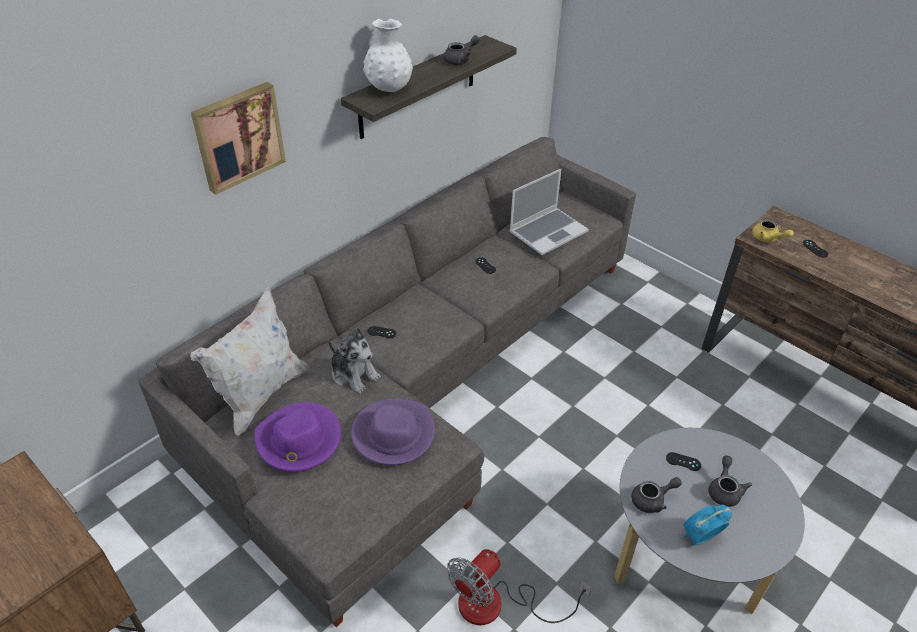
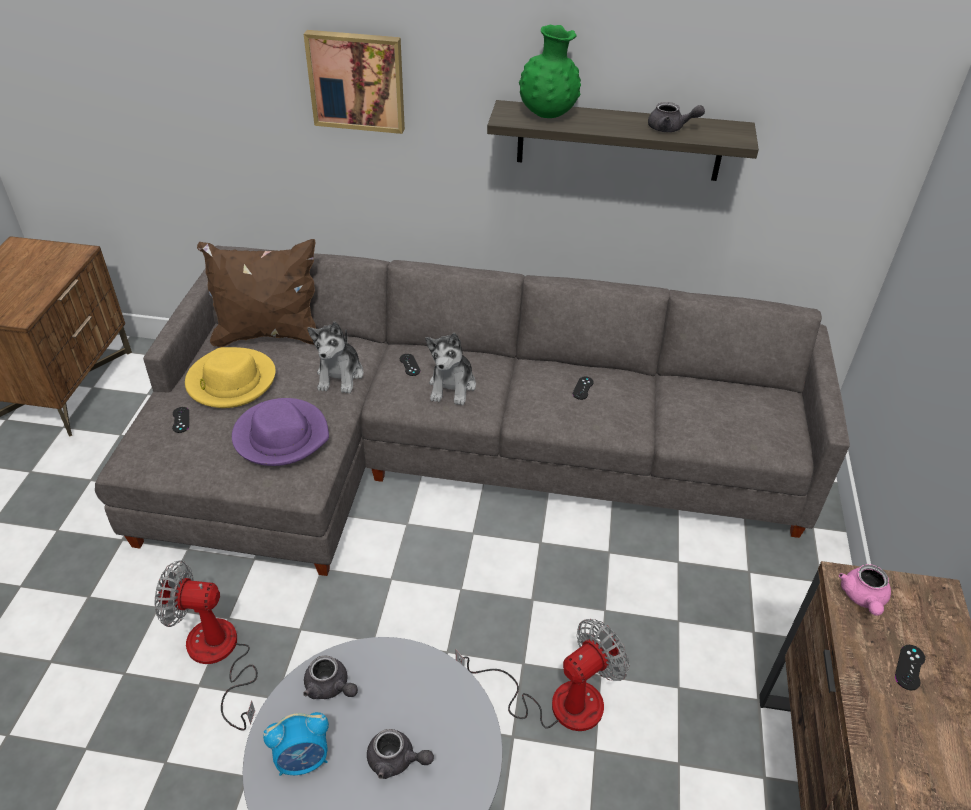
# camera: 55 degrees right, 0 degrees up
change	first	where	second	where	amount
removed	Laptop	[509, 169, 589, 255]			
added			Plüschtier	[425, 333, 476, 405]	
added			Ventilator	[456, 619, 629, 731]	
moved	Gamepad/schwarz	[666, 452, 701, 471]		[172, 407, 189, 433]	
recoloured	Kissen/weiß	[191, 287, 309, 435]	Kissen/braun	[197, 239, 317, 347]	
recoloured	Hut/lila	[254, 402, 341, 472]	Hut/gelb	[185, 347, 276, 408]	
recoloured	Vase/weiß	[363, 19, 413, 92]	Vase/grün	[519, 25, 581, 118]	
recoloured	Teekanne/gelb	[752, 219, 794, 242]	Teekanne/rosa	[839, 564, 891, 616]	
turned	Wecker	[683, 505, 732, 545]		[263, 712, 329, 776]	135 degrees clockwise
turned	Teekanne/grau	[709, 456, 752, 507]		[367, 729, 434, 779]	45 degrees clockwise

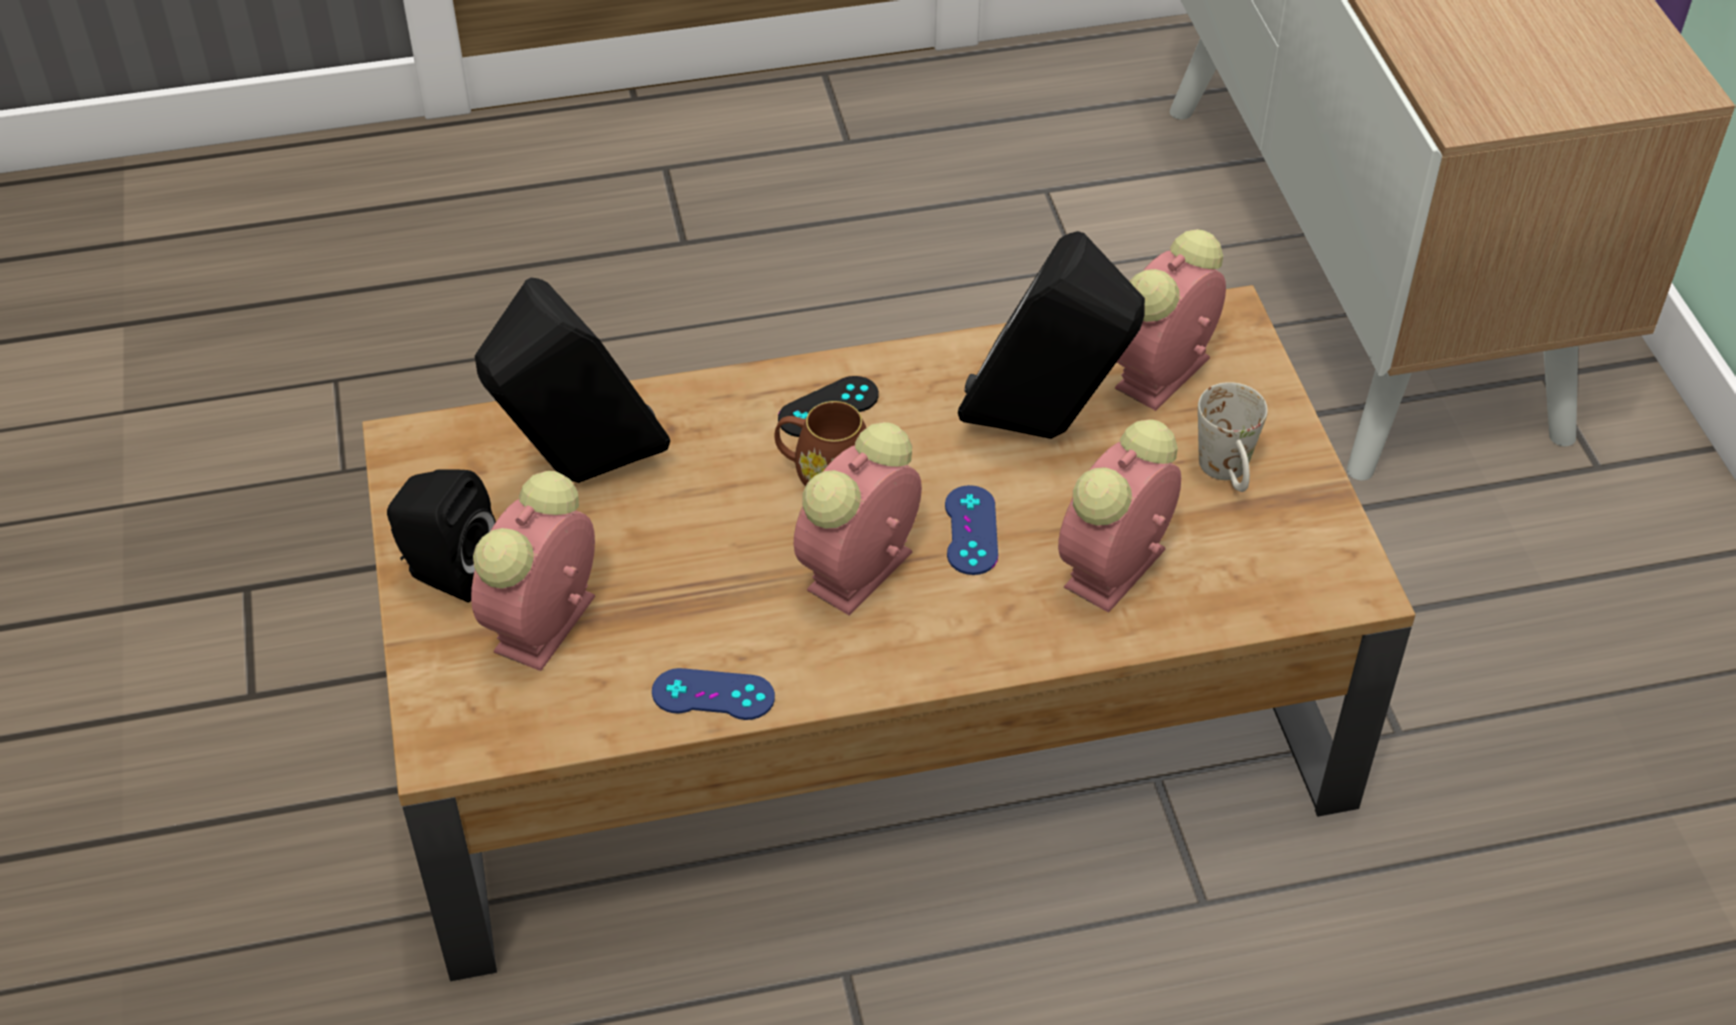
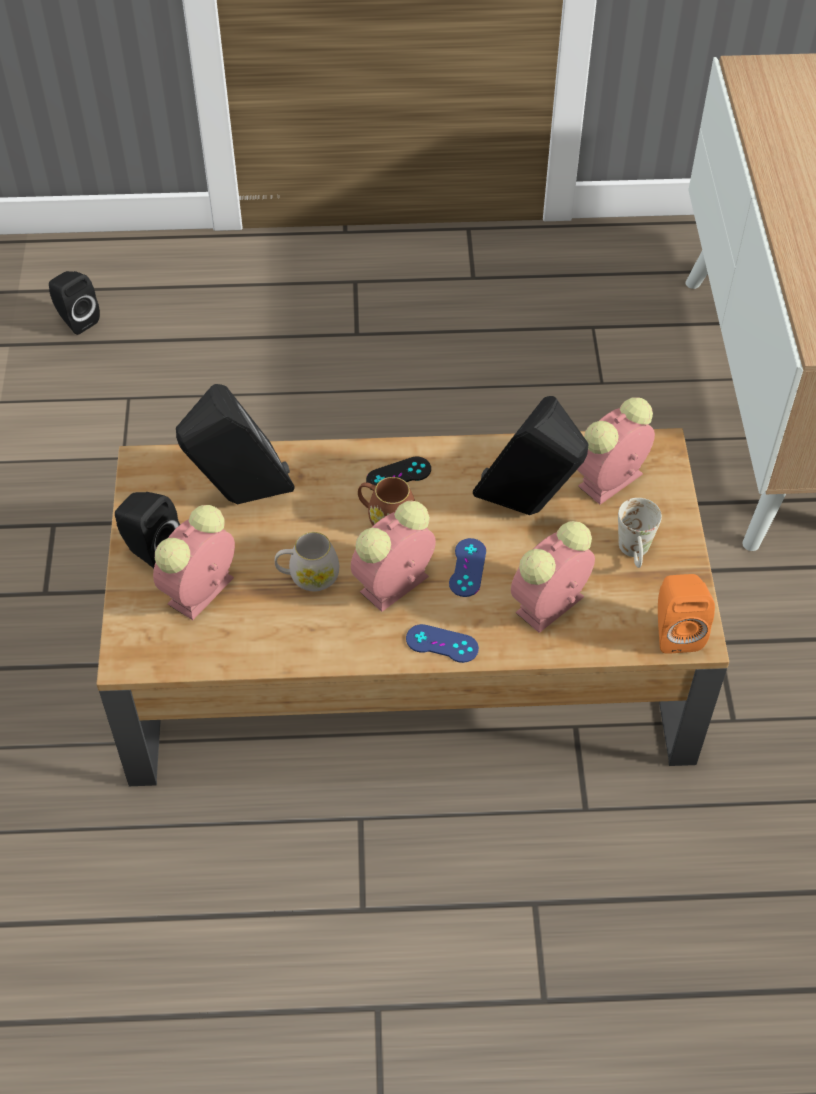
# camera: 10 degrees right, 5 degrees up
change	first	where	second	where	amount
added			Lautsprecher/schwarz	[49, 271, 100, 335]	
added			Henkelbecher/weiß	[275, 532, 339, 592]	
added			Lautsprecher/orange	[658, 574, 715, 654]	
moved	Gamepad/blau	[652, 668, 775, 720]		[406, 624, 479, 663]	

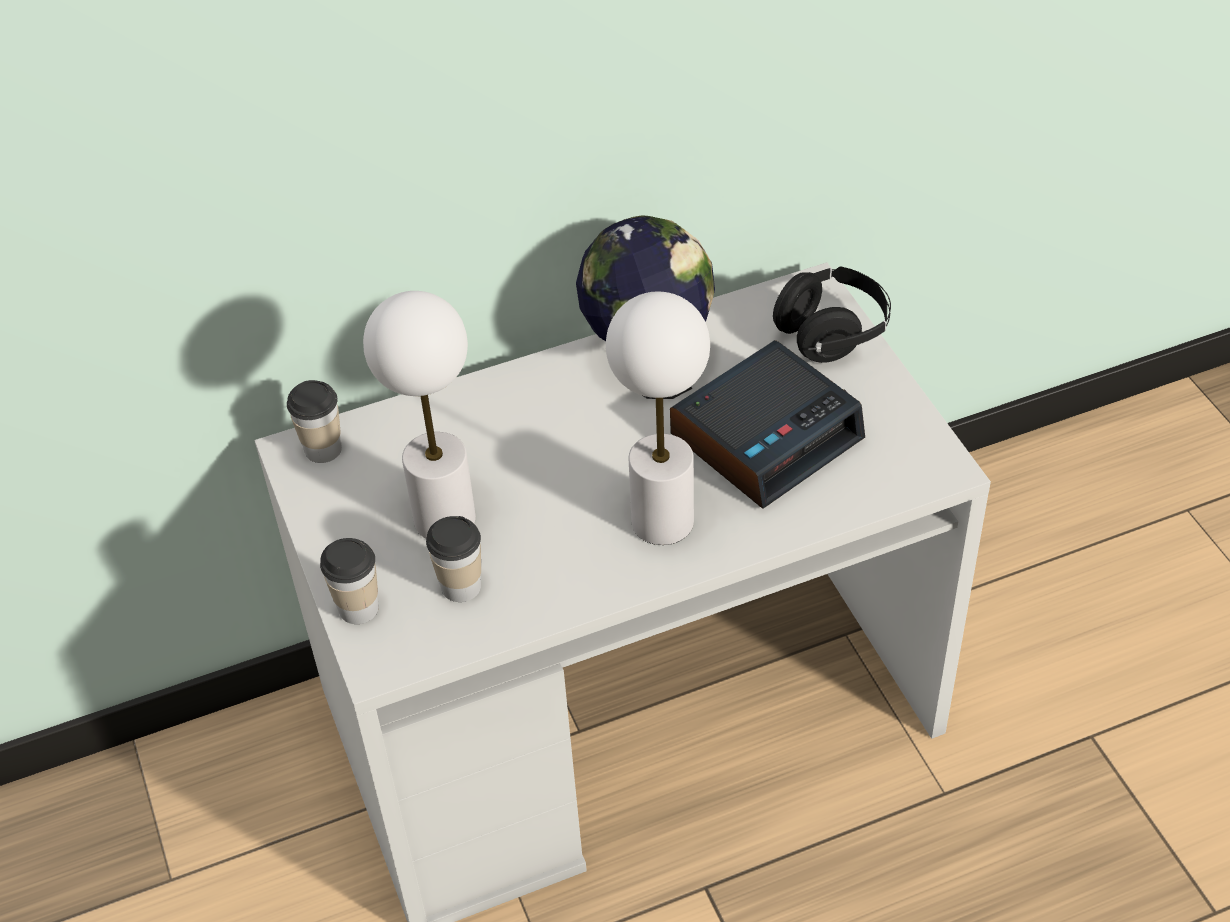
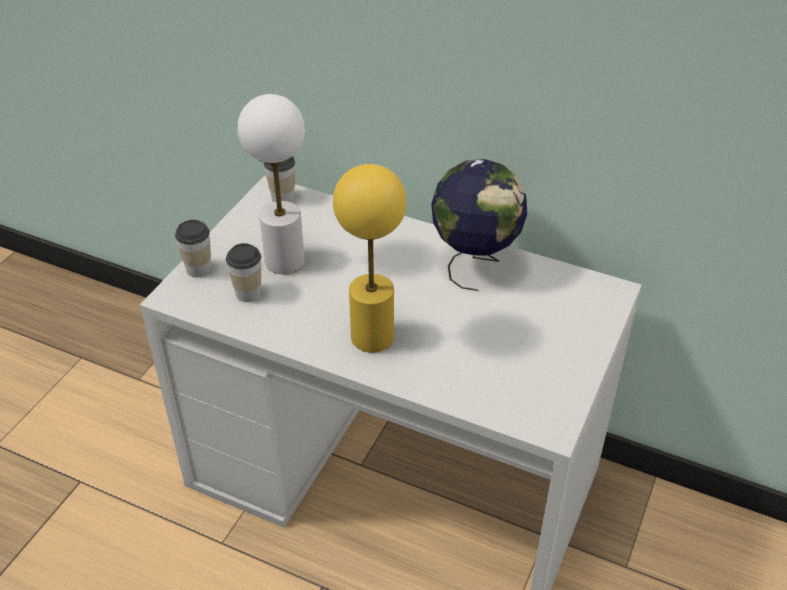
# camera: 45 degrees right, 5 degrees down
change	first	where	second	where	amount
removed	Wecker	[670, 340, 865, 509]			
removed	Kopfhörer/schwarz	[773, 266, 891, 363]			
recoloured	Tischlampe/weiß	[606, 291, 710, 545]	Tischlampe/gelb	[333, 164, 406, 353]	

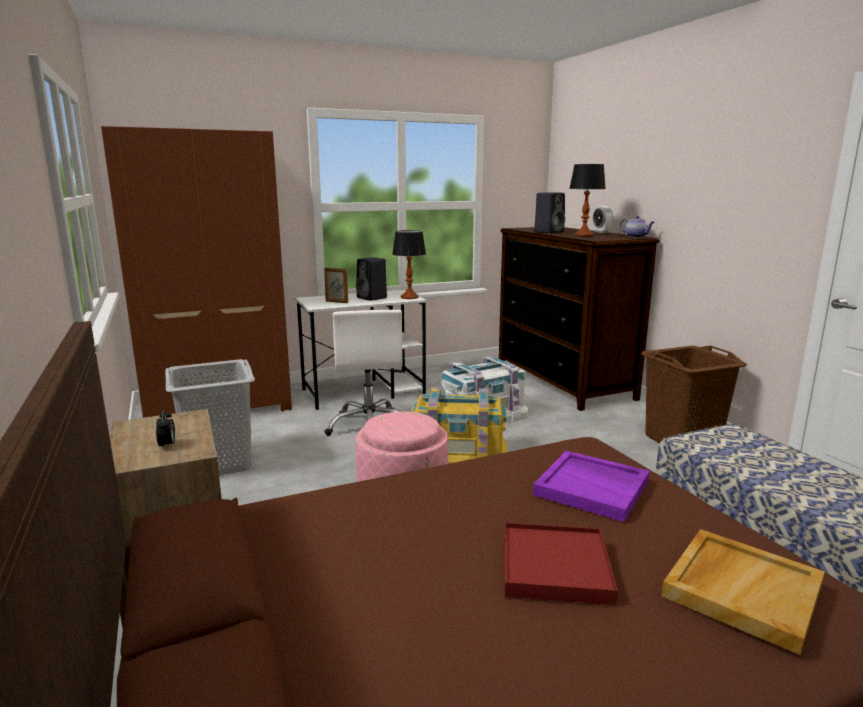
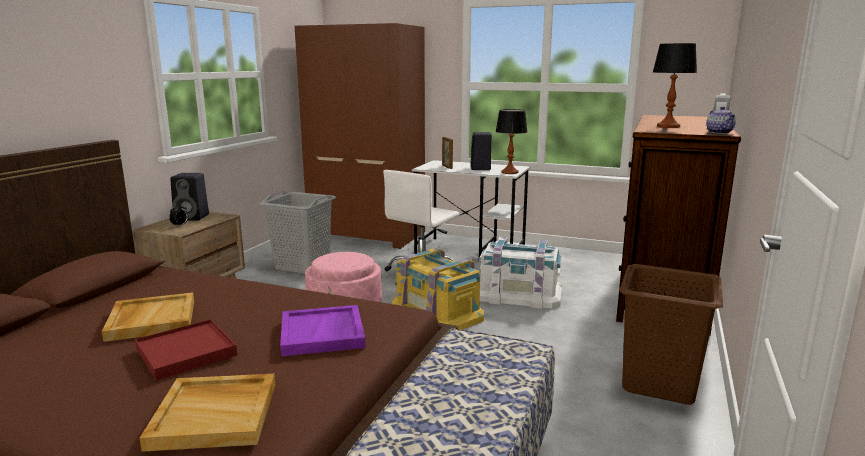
# camera: 45 degrees right, 0 degrees up
change	first	where	second	where	amount
added			Tablett/beige	[102, 292, 194, 342]	
moved	Lautsprecher/schwarz	[534, 192, 565, 233]		[170, 173, 209, 221]	

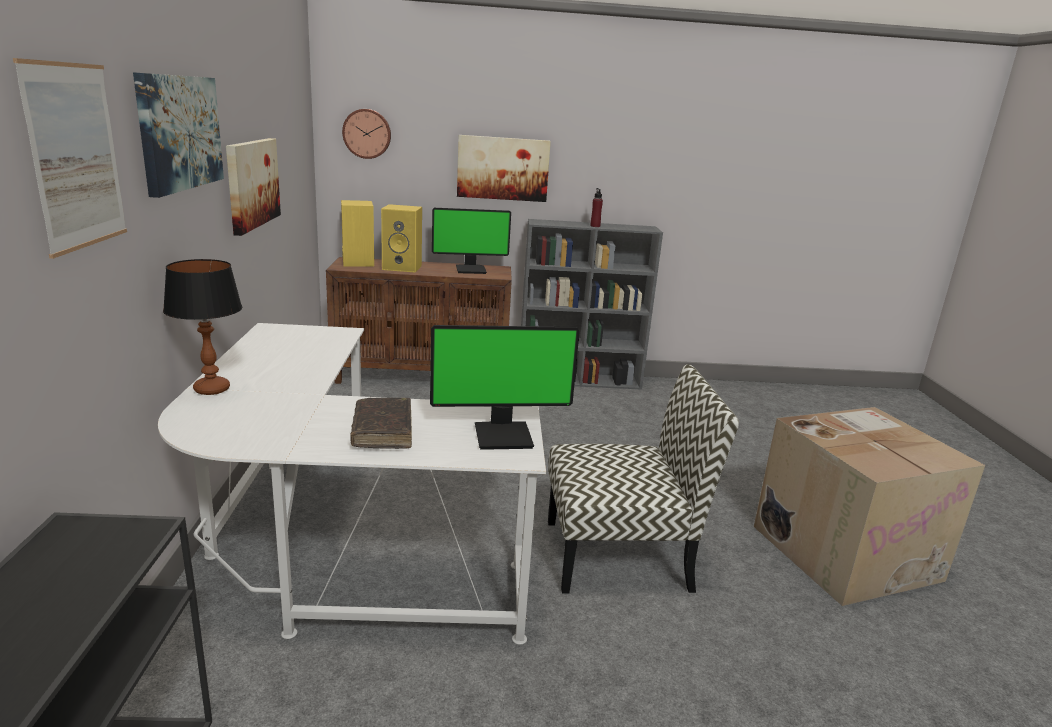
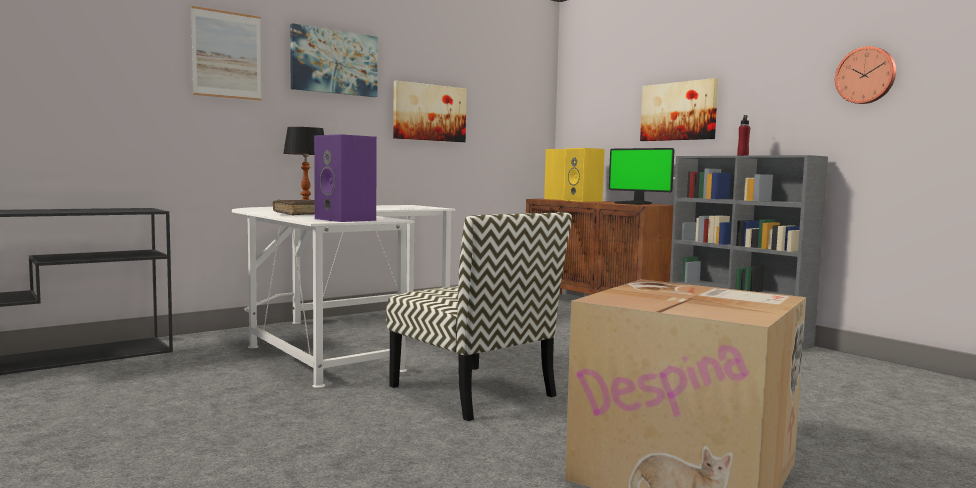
# camera: 55 degrees right, 15 degrees down
change	first	where	second	where	amount
moved	Wanduhr	[342, 109, 391, 159]		[835, 46, 896, 104]	
replaced	Monitor	[430, 325, 580, 450]	Lautsprecher/lila	[314, 134, 377, 222]	

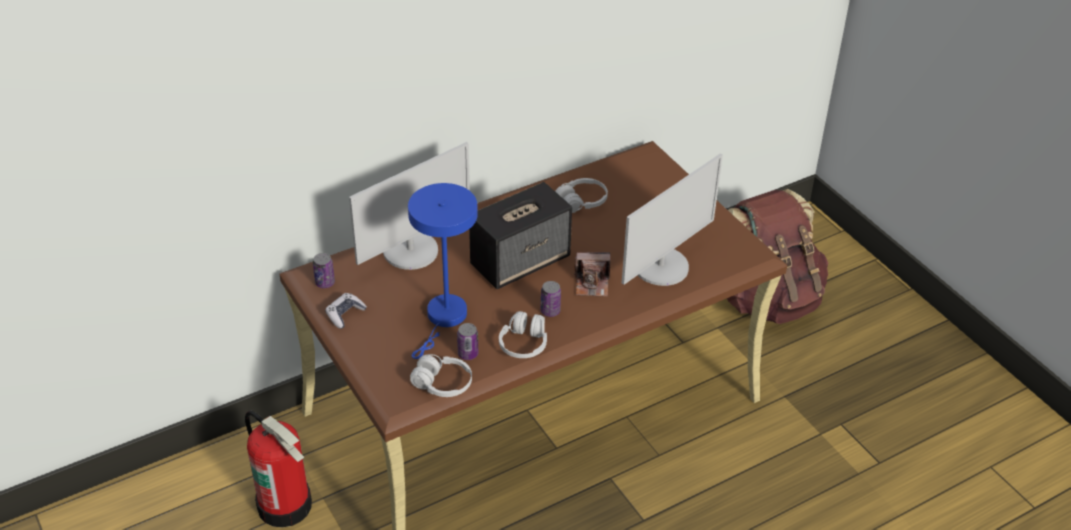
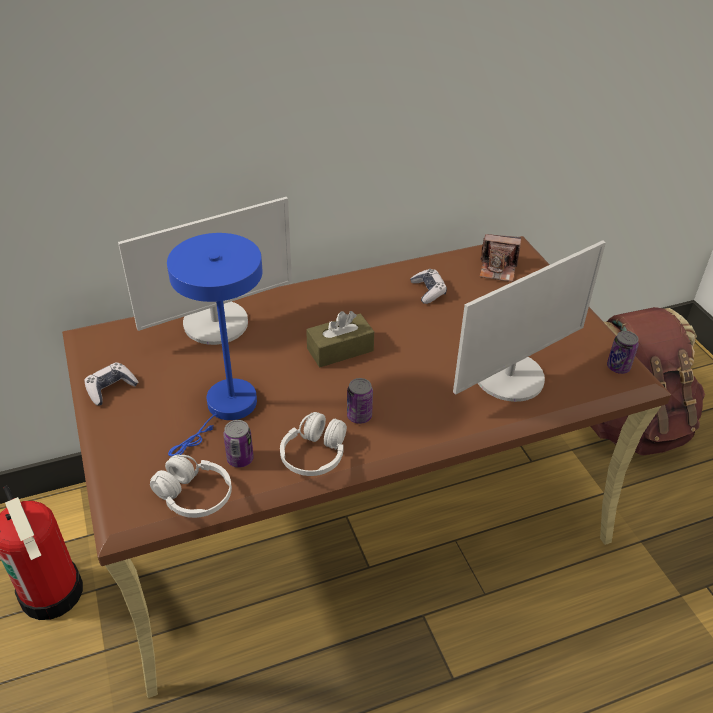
# camera: 10 degrees right, 0 degrees up
change	first	where	second	where	amount
moved	Dose	[313, 253, 335, 288]		[607, 331, 639, 374]	
moved	Kamera	[574, 252, 611, 297]		[479, 234, 521, 282]	
replaced	Lautsprecher	[469, 182, 572, 289]	Taschentuchbox/braun	[306, 311, 374, 367]	
replaced	Kopfhörer/weiß	[555, 178, 608, 213]	Gamepad	[410, 269, 447, 304]	

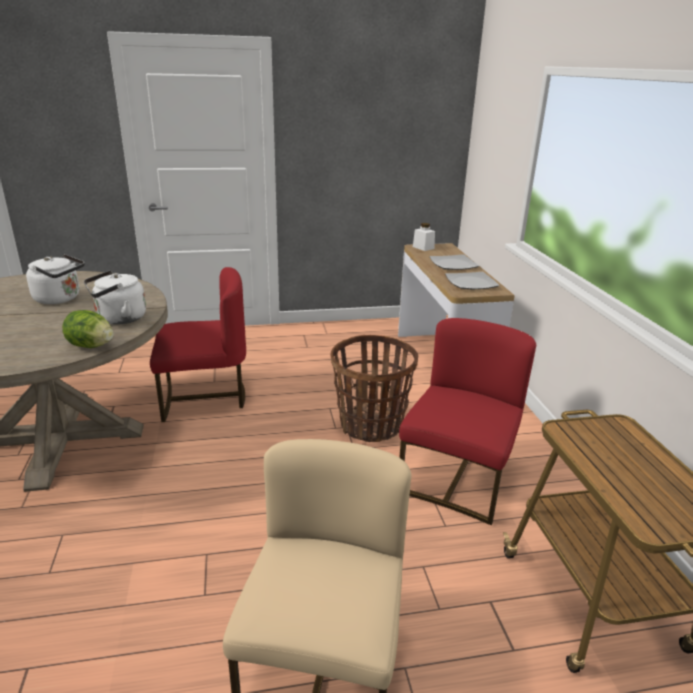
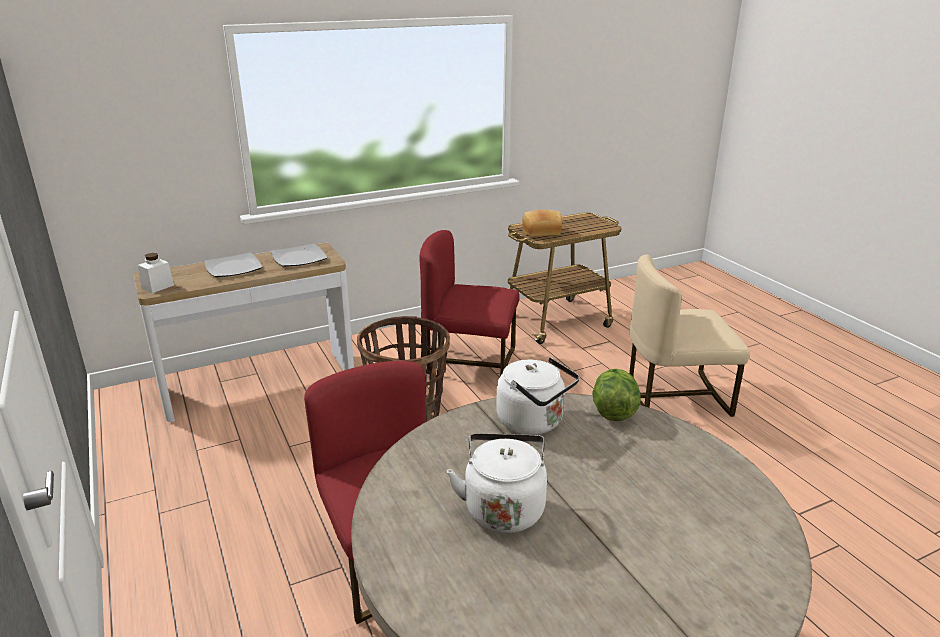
# camera: 105 degrees left, 0 degrees up
change	first	where	second	where	amount
added			Brot	[522, 209, 562, 236]	

